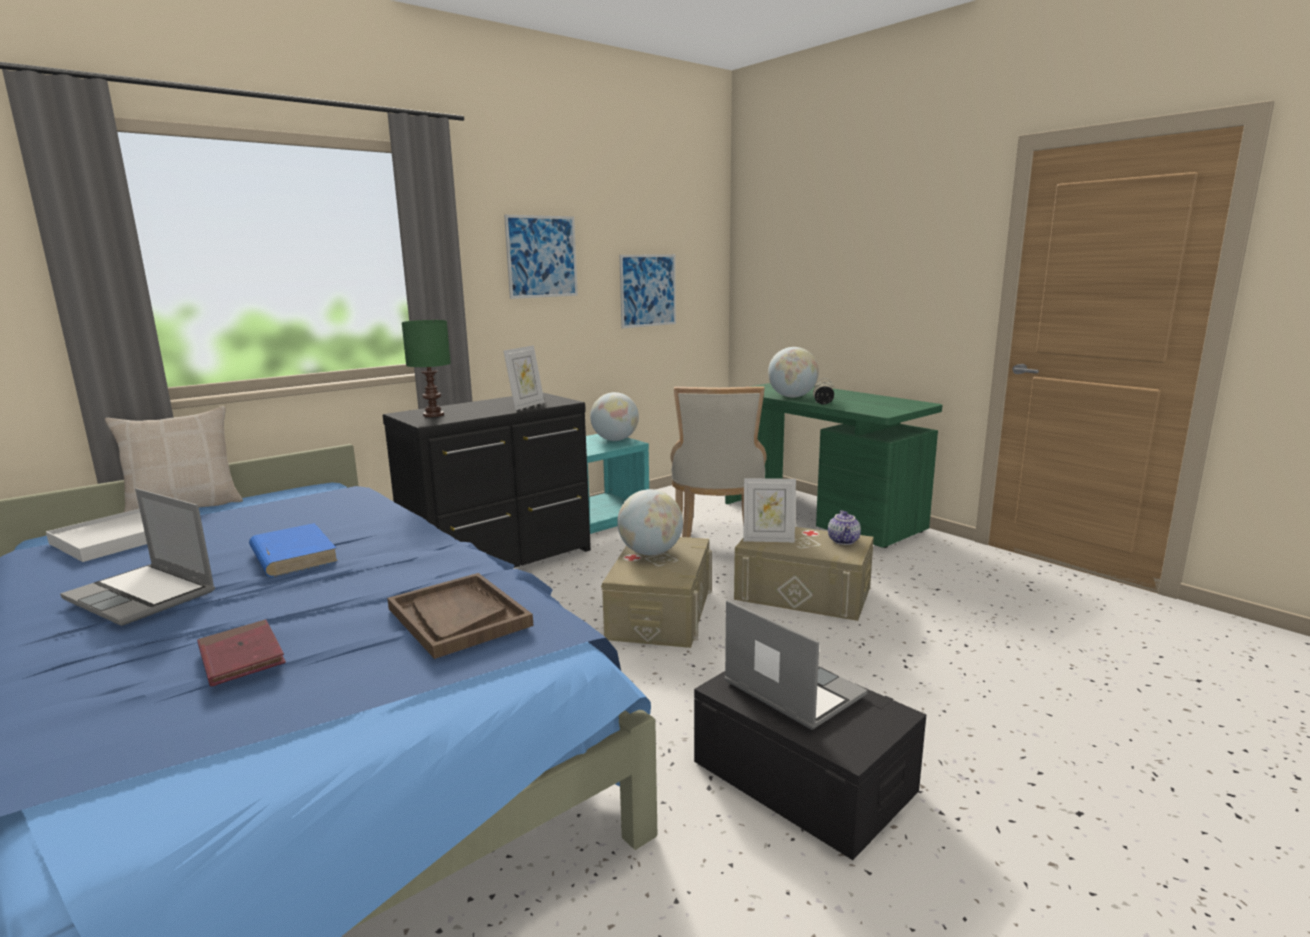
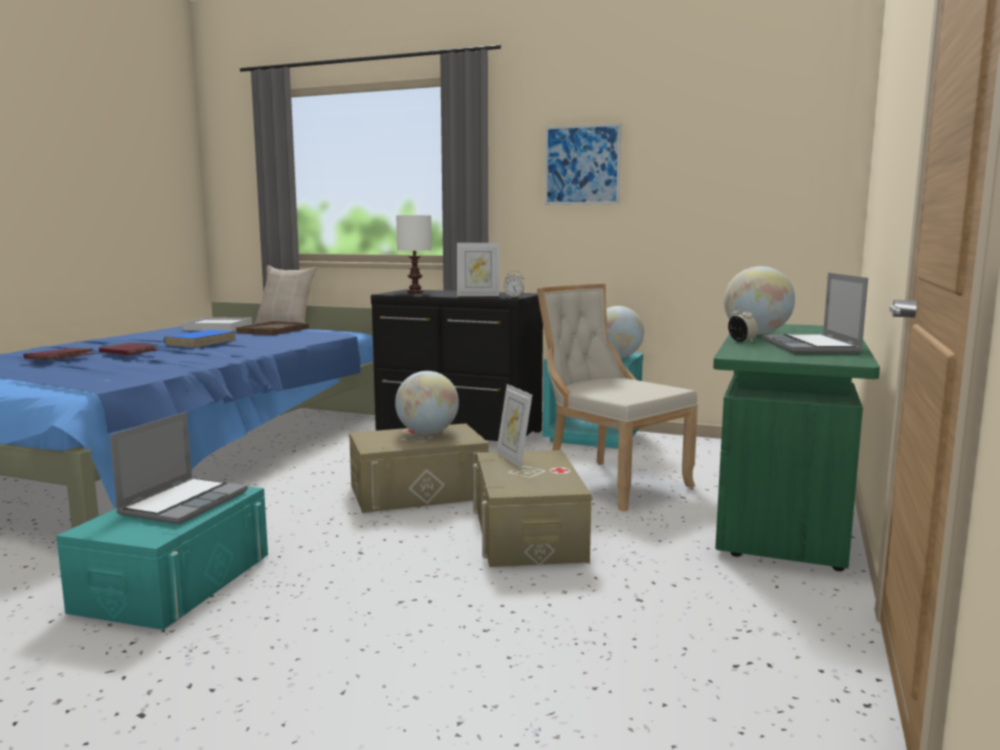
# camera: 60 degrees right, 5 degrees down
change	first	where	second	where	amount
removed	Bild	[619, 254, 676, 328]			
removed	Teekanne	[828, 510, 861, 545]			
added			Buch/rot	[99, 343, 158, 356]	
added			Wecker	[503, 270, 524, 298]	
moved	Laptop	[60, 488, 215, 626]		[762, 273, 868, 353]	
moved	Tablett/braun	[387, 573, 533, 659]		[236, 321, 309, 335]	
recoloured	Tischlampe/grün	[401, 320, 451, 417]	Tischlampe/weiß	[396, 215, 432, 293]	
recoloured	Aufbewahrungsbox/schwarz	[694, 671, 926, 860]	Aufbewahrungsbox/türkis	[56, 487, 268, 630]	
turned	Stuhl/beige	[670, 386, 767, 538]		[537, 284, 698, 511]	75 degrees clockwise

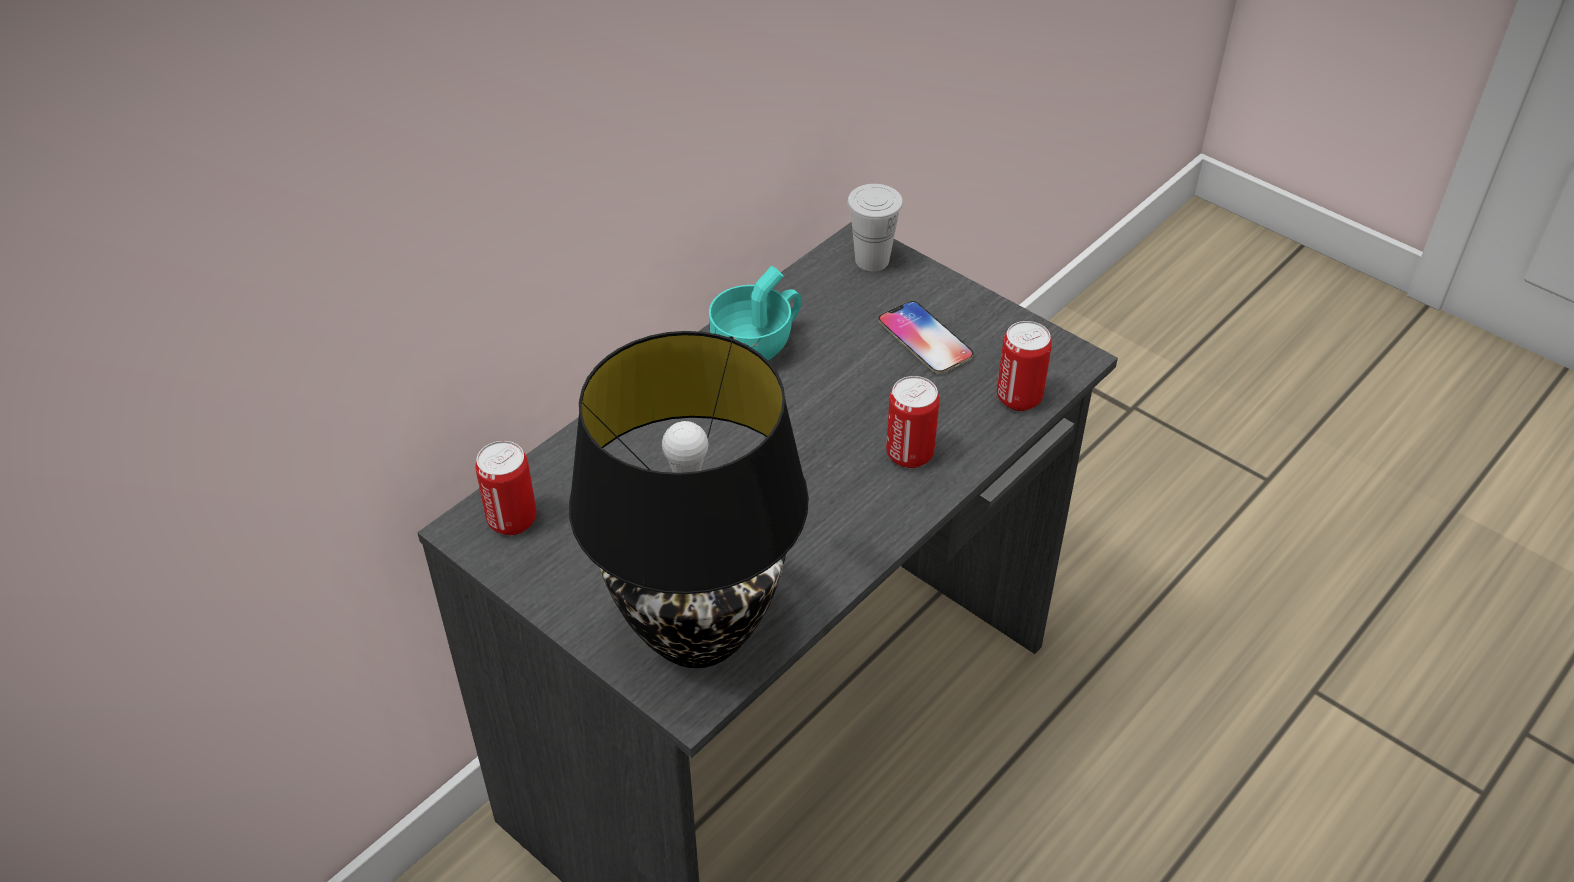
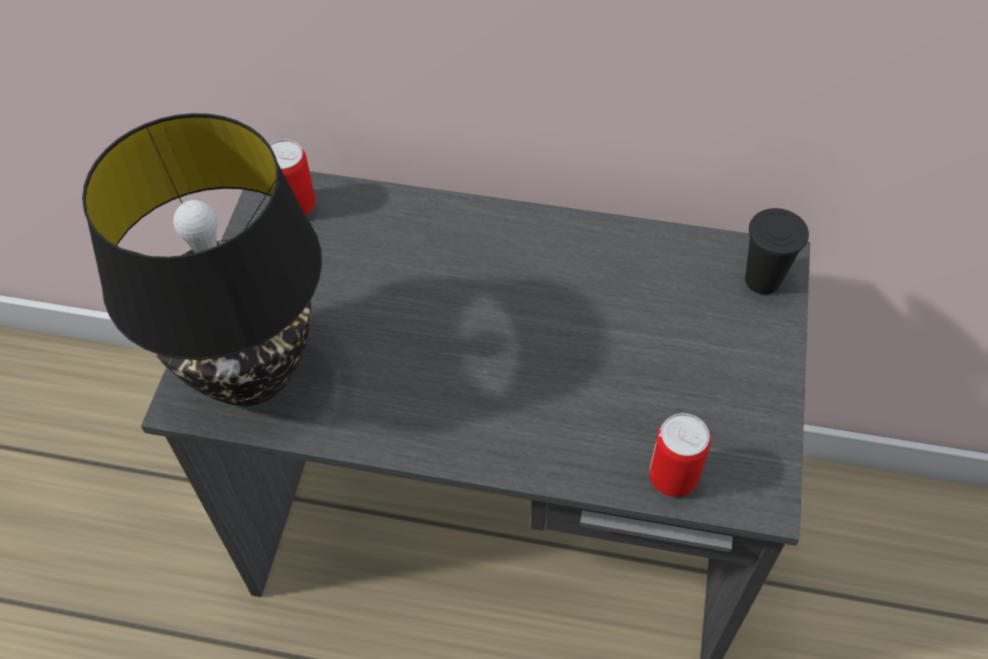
# camera: 60 degrees right, 10 degrees up
change	first	where	second	where	amount
removed	Tasse/türkis	[709, 266, 801, 360]			
removed	Handy	[878, 301, 973, 374]			
removed	Dose	[886, 376, 940, 468]			
recoloured	Tasse/weiß	[847, 184, 903, 271]	Tasse/schwarz	[745, 208, 809, 294]	

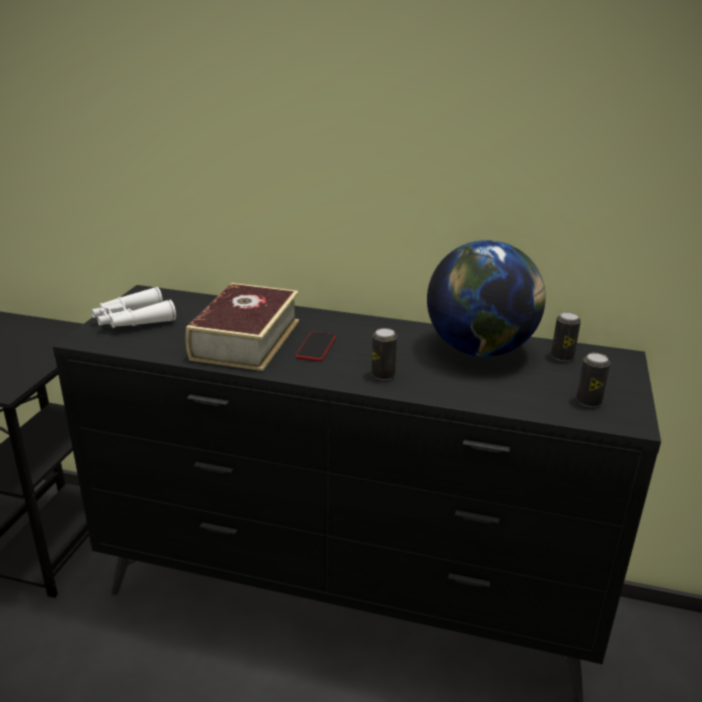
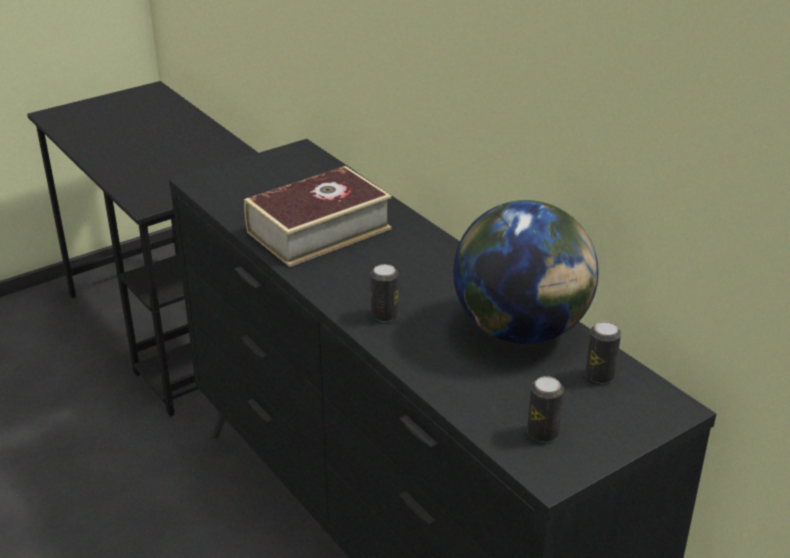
# camera: 40 degrees right, 5 degrees up
change	first	where	second	where	amount
removed	Fernglas/weiß	[92, 287, 176, 328]			
removed	Handy	[295, 332, 336, 361]			

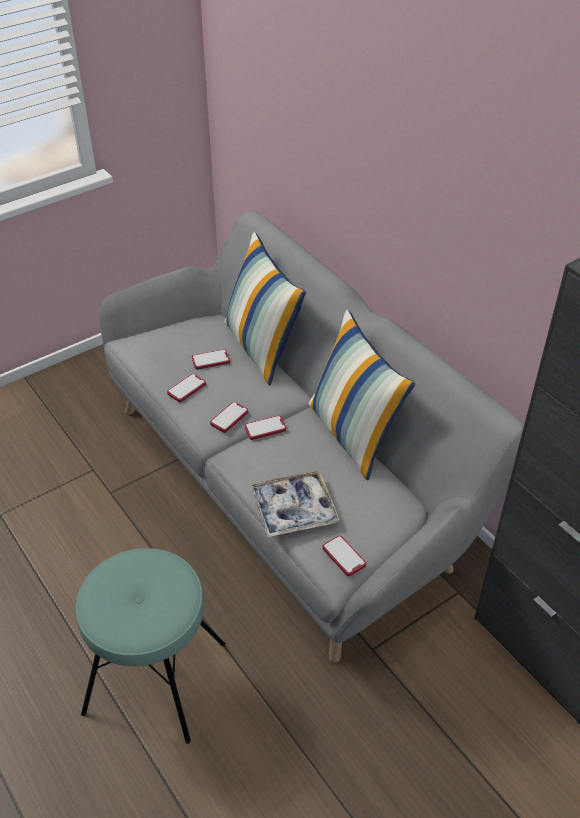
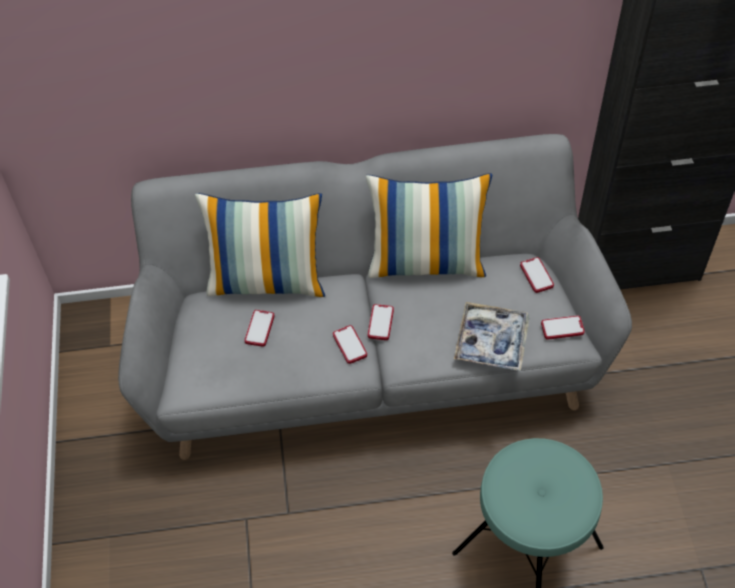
# camera: 60 degrees left, 10 degrees up
change	first	where	second	where	amount
moved	Handy	[167, 374, 206, 402]		[520, 257, 554, 293]	

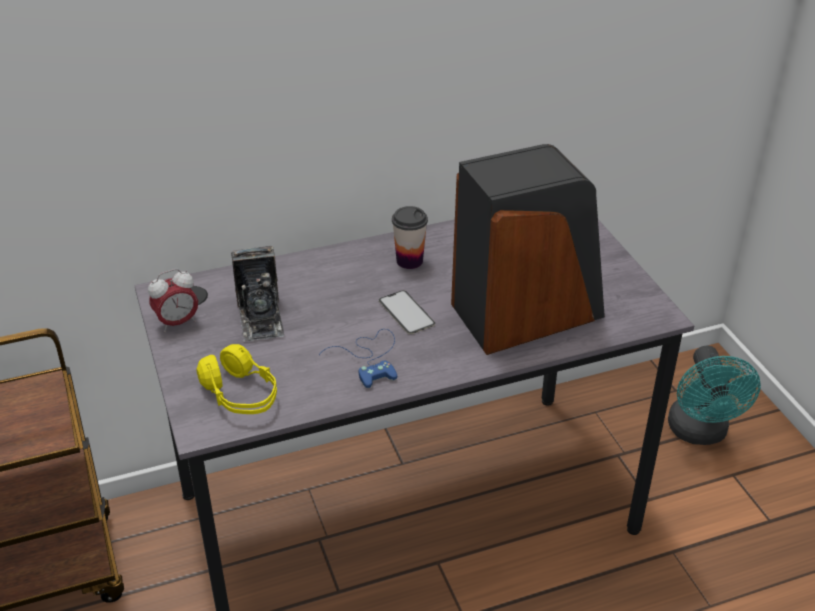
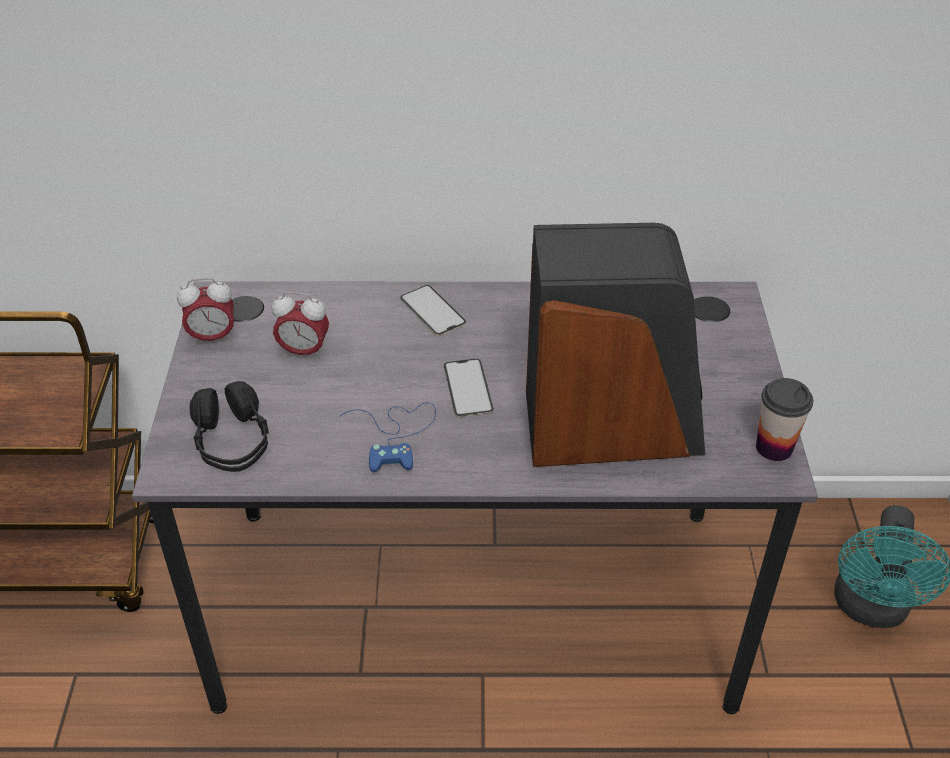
# camera: 20 degrees right, 5 degrees up
change	first	where	second	where	amount
added			Handy	[400, 285, 466, 336]	
moved	Tasse	[392, 206, 428, 269]		[756, 378, 813, 461]	
replaced	Kamera	[231, 246, 284, 342]	Wecker	[272, 292, 329, 359]	
recoloured	Kopfhörer/gelb	[196, 344, 277, 414]	Kopfhörer/schwarz	[190, 381, 269, 472]	

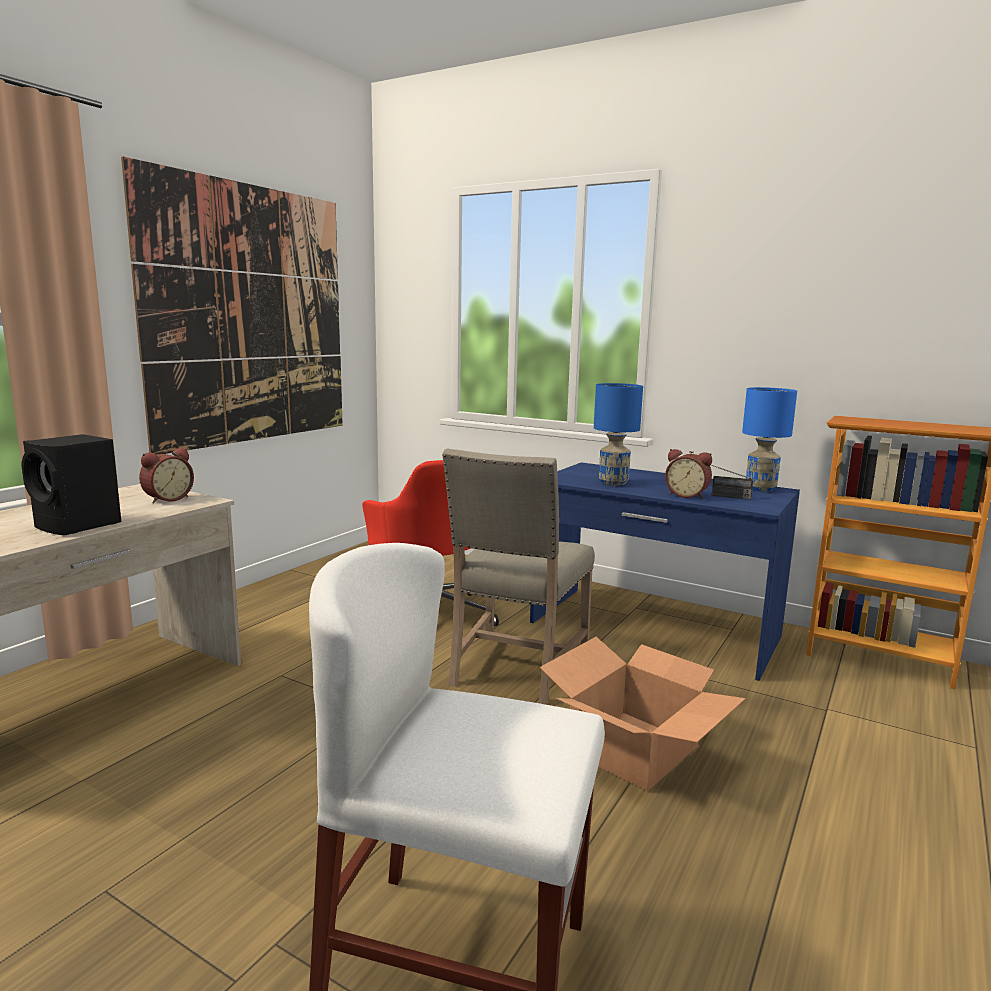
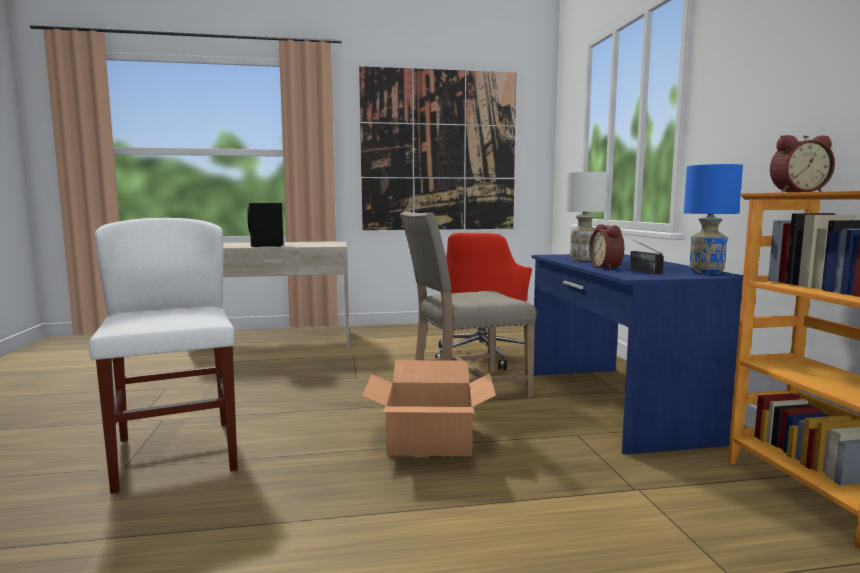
# camera: 50 degrees right, 5 degrees down
change	first	where	second	where	amount
moved	Wecker	[139, 448, 194, 504]		[770, 135, 835, 192]	
recoloured	Tischlampe/blau	[594, 383, 643, 486]	Tischlampe/weiß	[564, 172, 608, 261]	

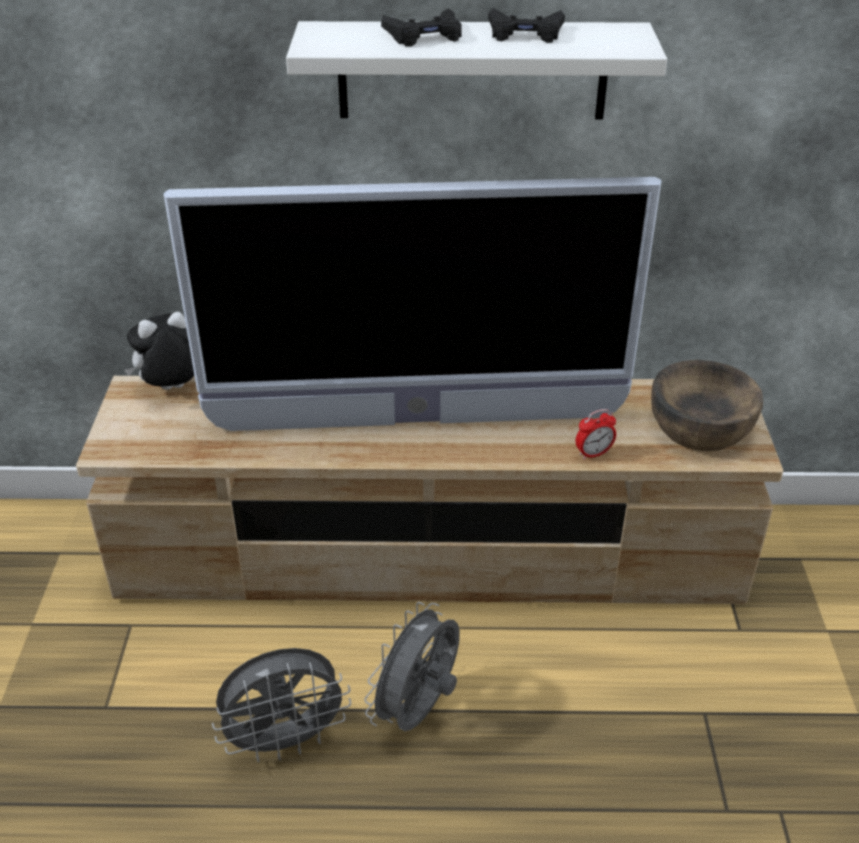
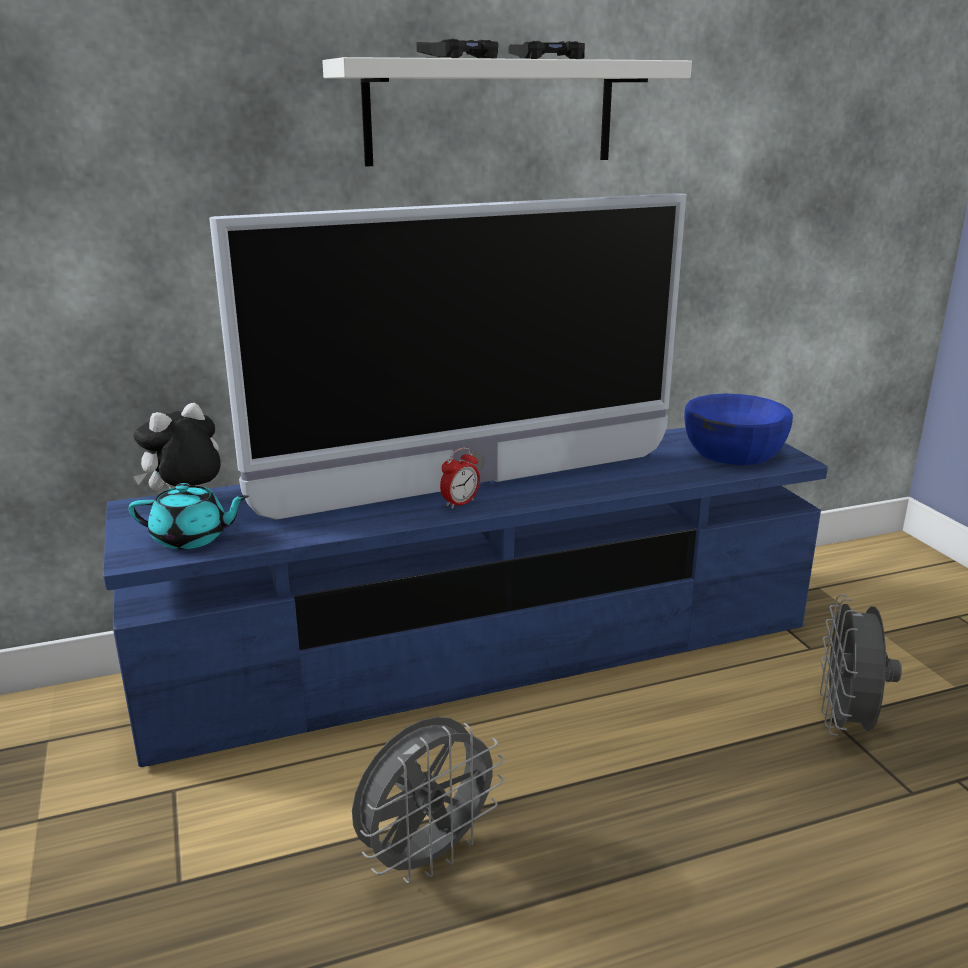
# camera: 20 degrees left, 15 degrees down
change	first	where	second	where	amount
added			Teekanne/türkis	[128, 483, 249, 549]	
moved	Ventilator/grau	[364, 602, 460, 731]		[820, 594, 902, 736]	
moved	Wecker	[576, 409, 616, 460]		[440, 447, 480, 509]	
recoloured	Fernsehschrank/beige	[76, 376, 783, 604]	Fernsehschrank/blau	[103, 427, 828, 767]	
recoloured	Schüssel/braun	[651, 360, 763, 452]	Schüssel/blau	[684, 394, 793, 465]	

